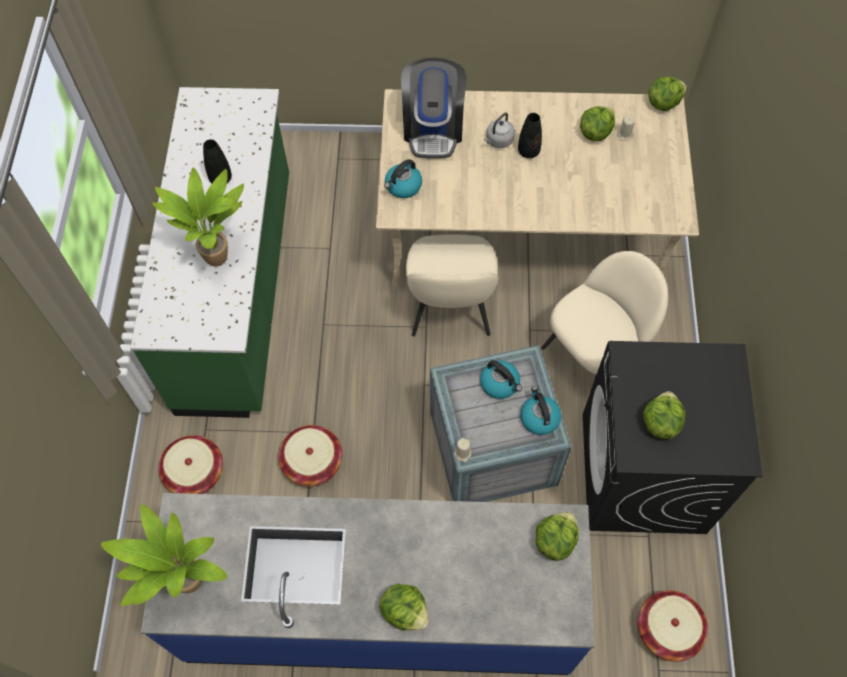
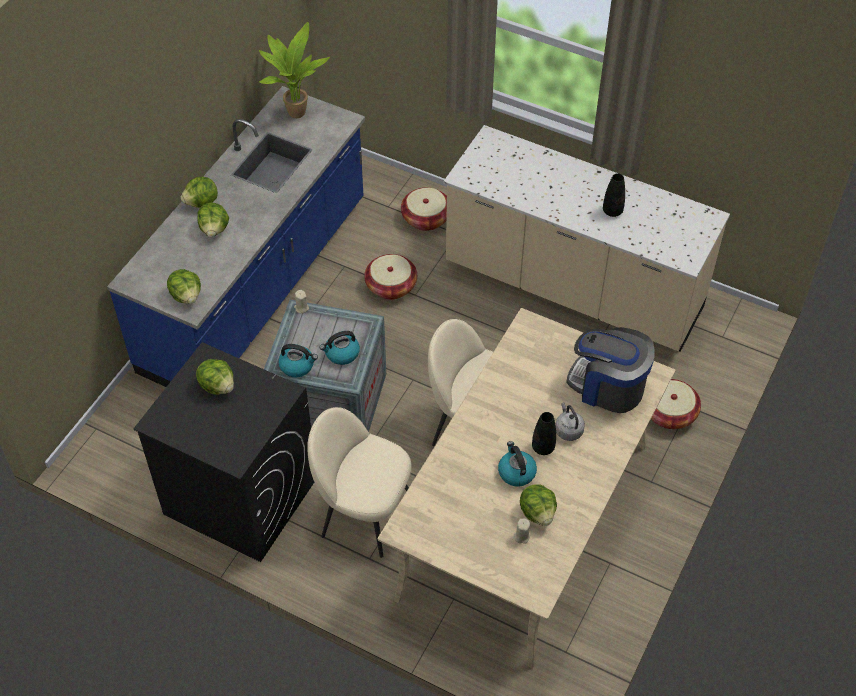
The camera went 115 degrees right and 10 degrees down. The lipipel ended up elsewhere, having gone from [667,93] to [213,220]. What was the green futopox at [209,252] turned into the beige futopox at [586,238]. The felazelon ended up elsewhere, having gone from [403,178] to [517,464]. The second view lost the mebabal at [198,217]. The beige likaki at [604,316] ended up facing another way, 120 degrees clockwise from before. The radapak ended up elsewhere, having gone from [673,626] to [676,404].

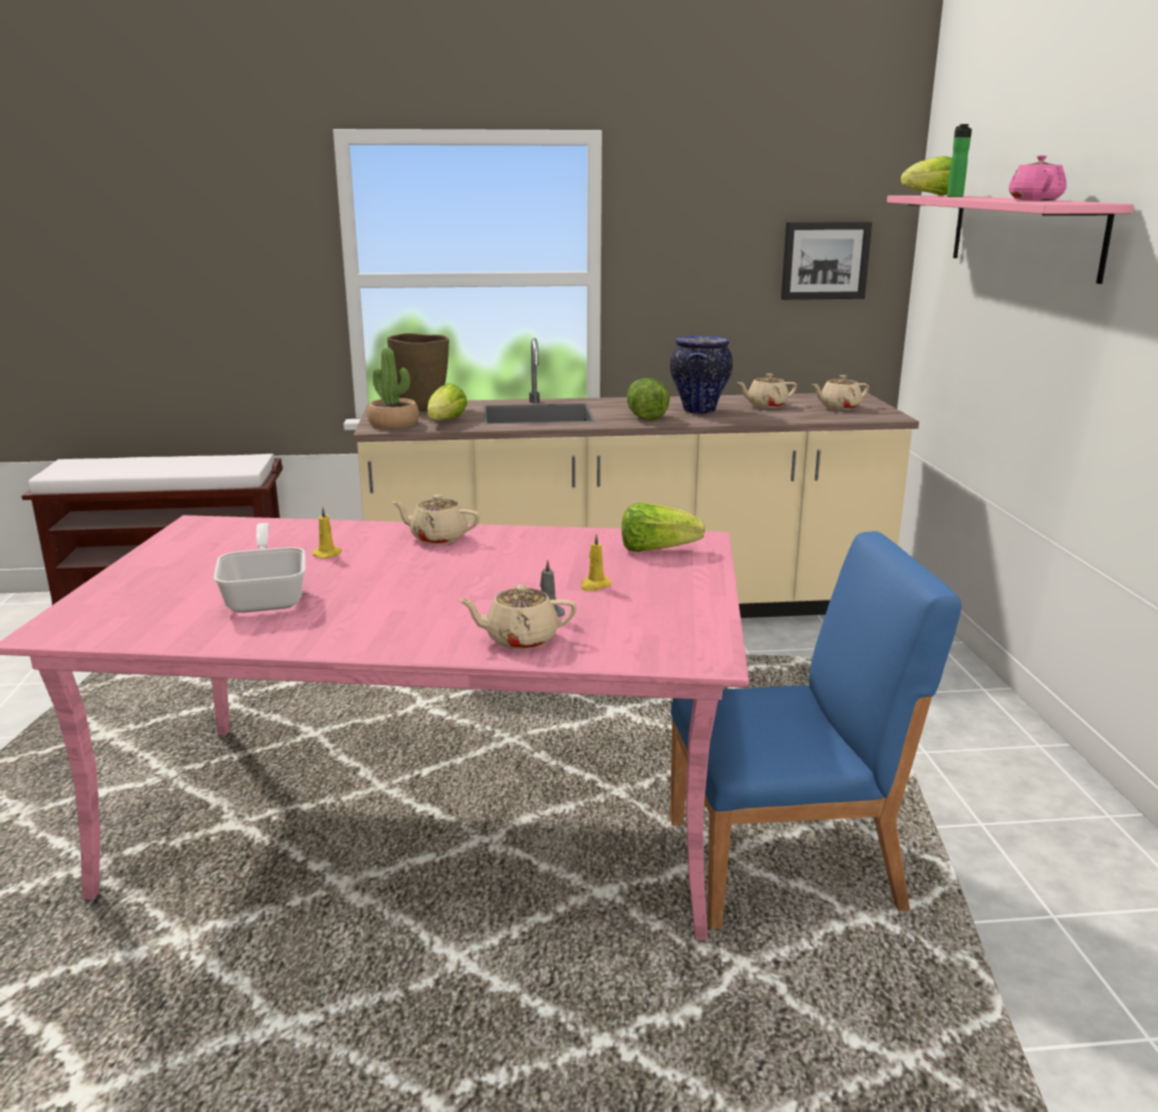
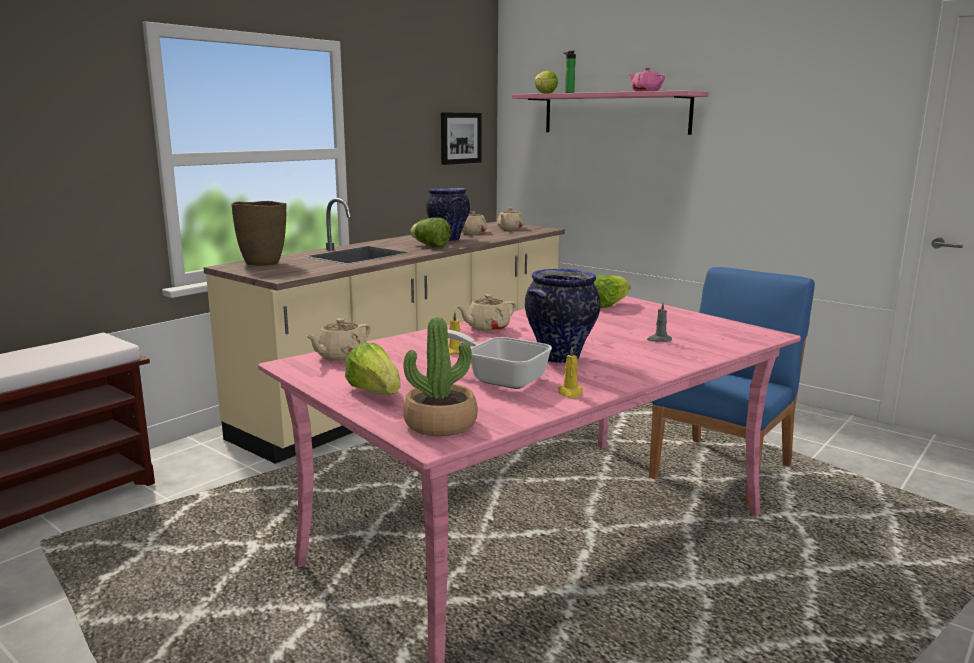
The camera went 45 degrees left and 5 degrees down. The mebabal ended up elsewhere, having gone from [393,388] to [440,376]. The lipipel ended up elsewhere, having gone from [447,401] to [372,369]. The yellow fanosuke ended up elsewhere, having gone from [596,562] to [570,372]. The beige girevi ended up elsewhere, having gone from [517,617] to [338,339]. The second view gained the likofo at [562,316].

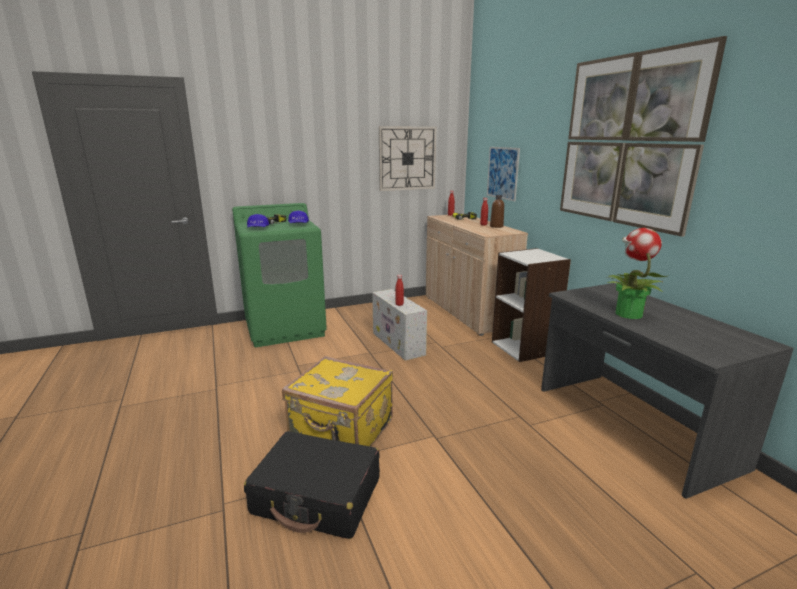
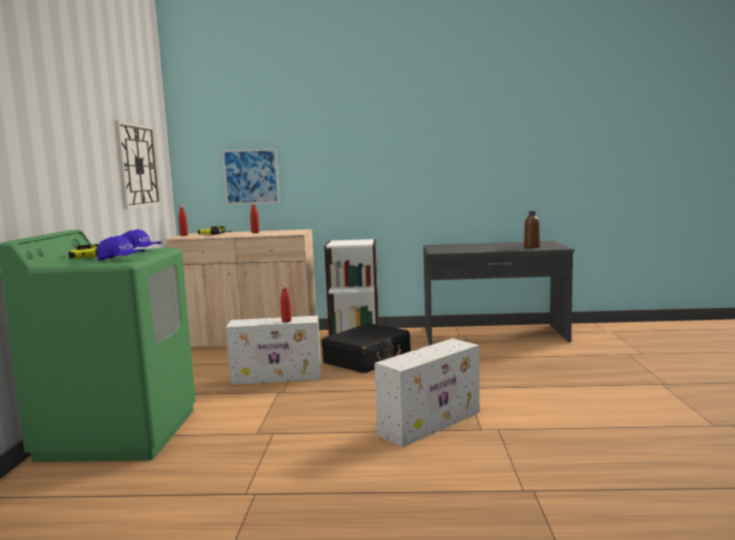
The camera went 65 degrees left and 10 degrees down. The second view lost the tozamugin at [643,136]. The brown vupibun ended up elsewhere, having gone from [497,211] to [532,229]. The second view lost the mebabal at [637,273]. Where the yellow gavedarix stood at [337,401], the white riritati came to stand at [427,392]. The black gavedarix ended up elsewhere, having gone from [312,485] to [366,348].

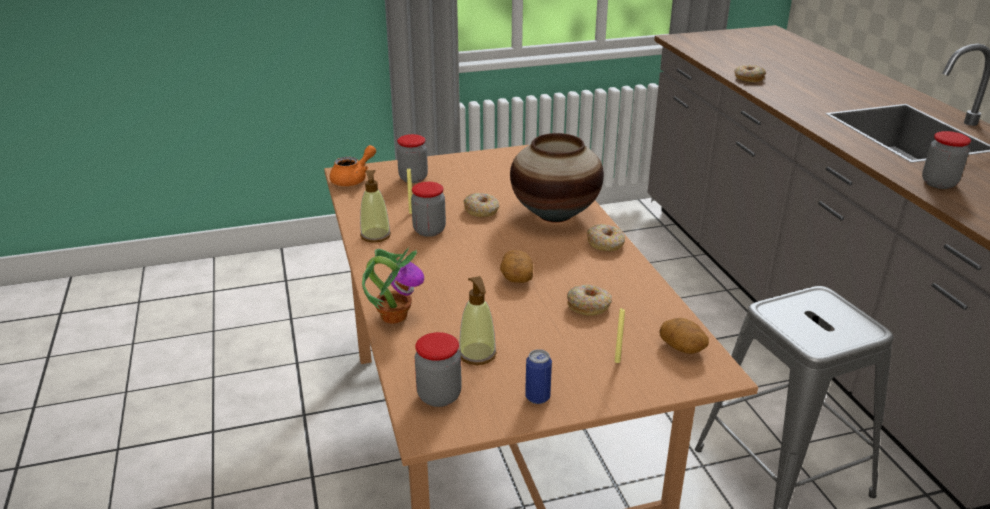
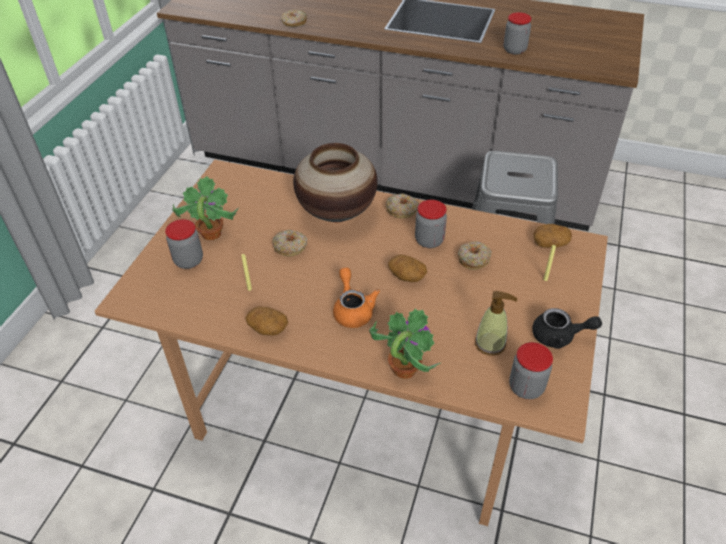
The camera went 55 degrees left and 15 degrees up. The orange girevi ended up elsewhere, having gone from [353,165] to [356,297]. Where the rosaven stood at [375,206], the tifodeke came to stand at [266,321]. The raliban ended up elsewhere, having gone from [428,209] to [431,224]. Where the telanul stood at [538,376], the black girevi came to stand at [567,328]. The second view gained the mebabal at [205,208].

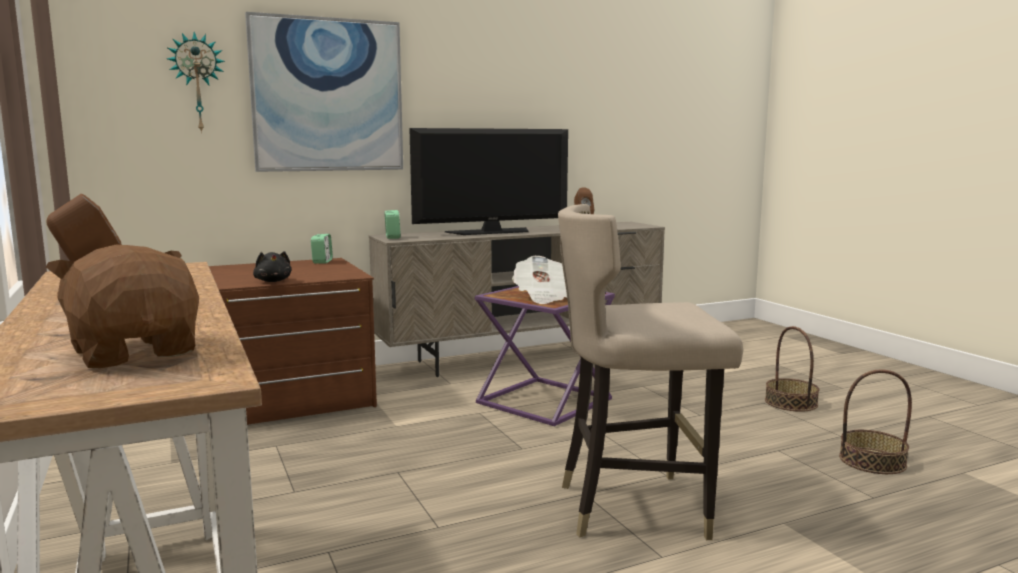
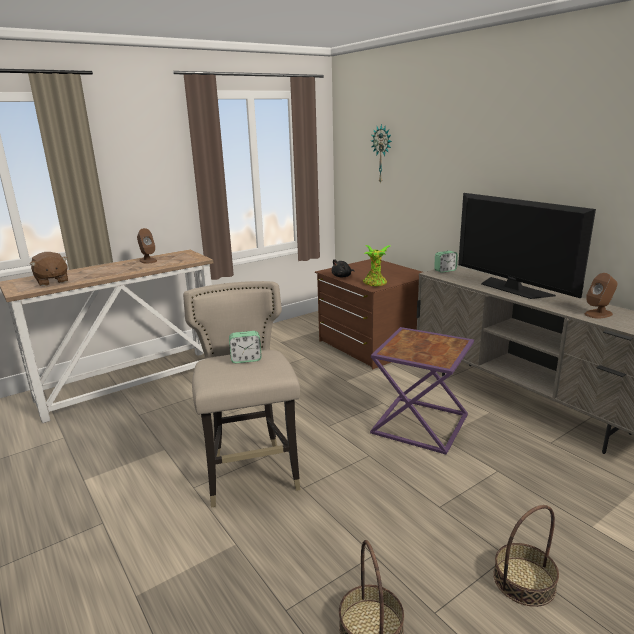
The camera went 80 degrees right and 10 degrees up. The second view lost the tozamugin at [324,92]. The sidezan ended up elsewhere, having gone from [322,249] to [245,347]. The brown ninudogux at [122,306] ended up facing another way, 105 degrees clockwise from before. The second view lost the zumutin at [539,280]. The second view gained the mebabal at [376,265].

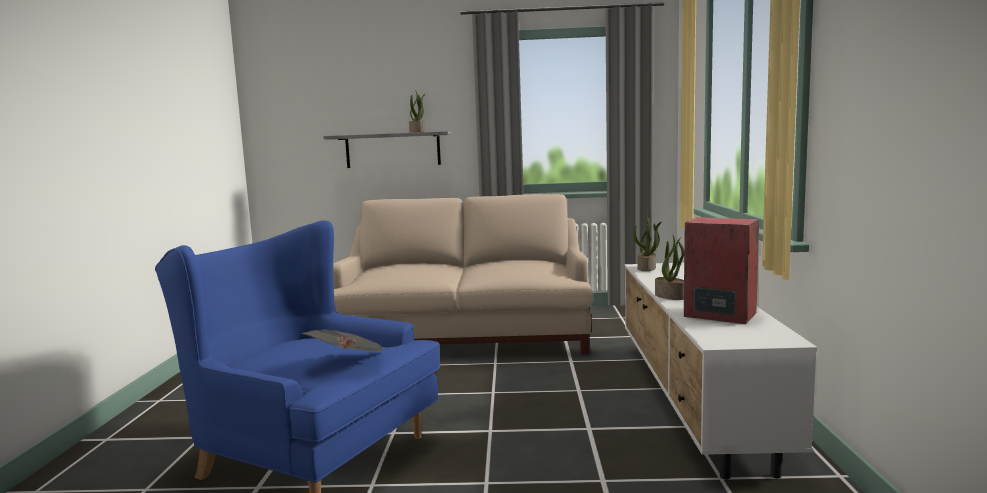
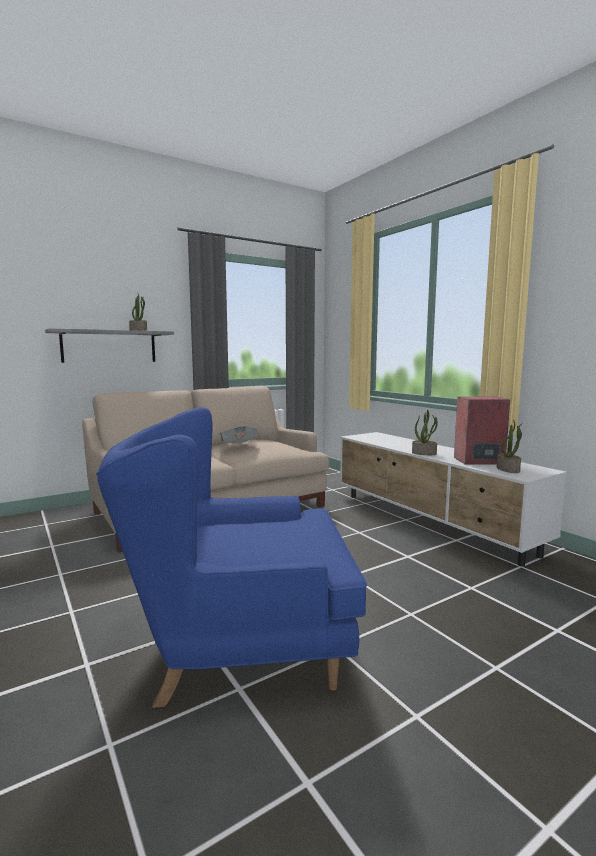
The camera went 35 degrees left and 0 degrees up. The mebabal ended up elsewhere, having gone from [647,244] to [510,446]. The zumutin ended up elsewhere, having gone from [343,340] to [239,434].

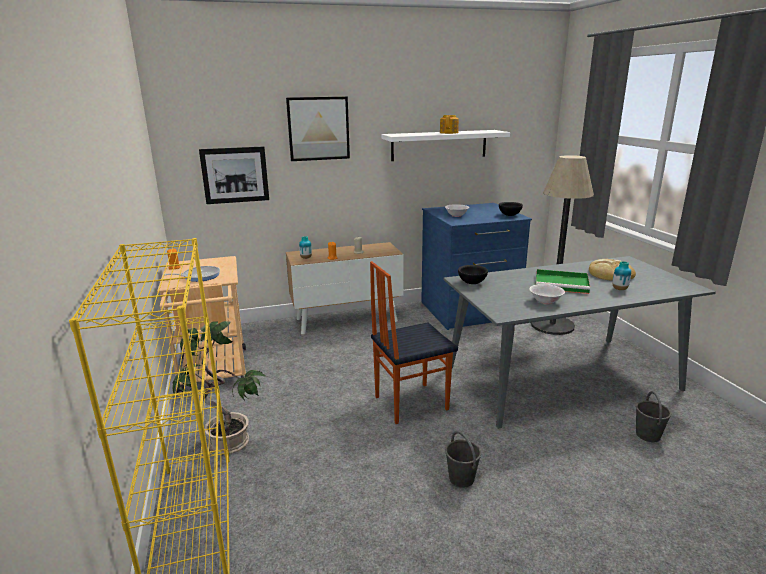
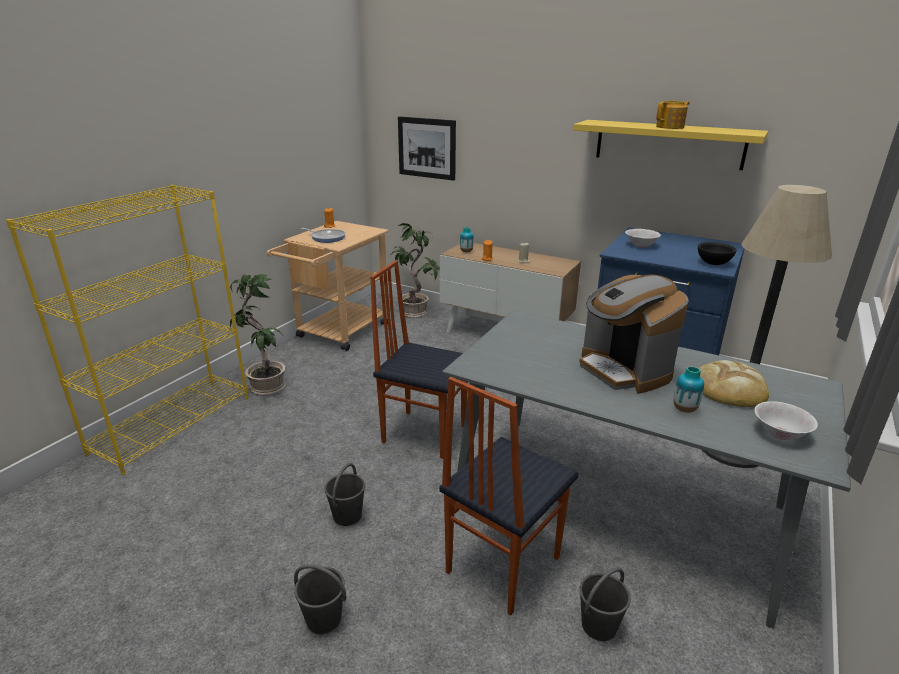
The camera went 45 degrees right and 5 degrees up. The second view lost the tozamugin at [318,129]. What was the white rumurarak at [445,145] turned into the yellow rumurarak at [670,145]. The second view lost the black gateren at [473,274]. Where the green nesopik stood at [563,281], the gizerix came to stand at [634,334]. The white gateren ended up elsewhere, having gone from [547,294] to [786,420]. The second view gained the mebabal at [415,270]. The second view gained the likaki at [509,496]. The second view gained the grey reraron at [320,599].

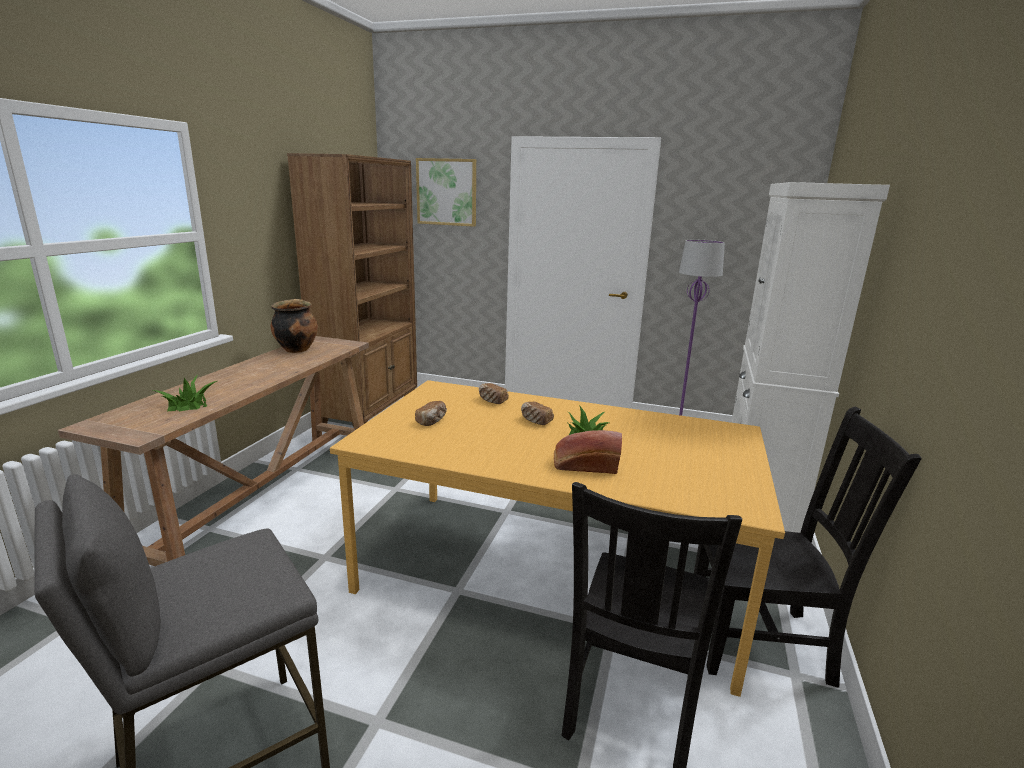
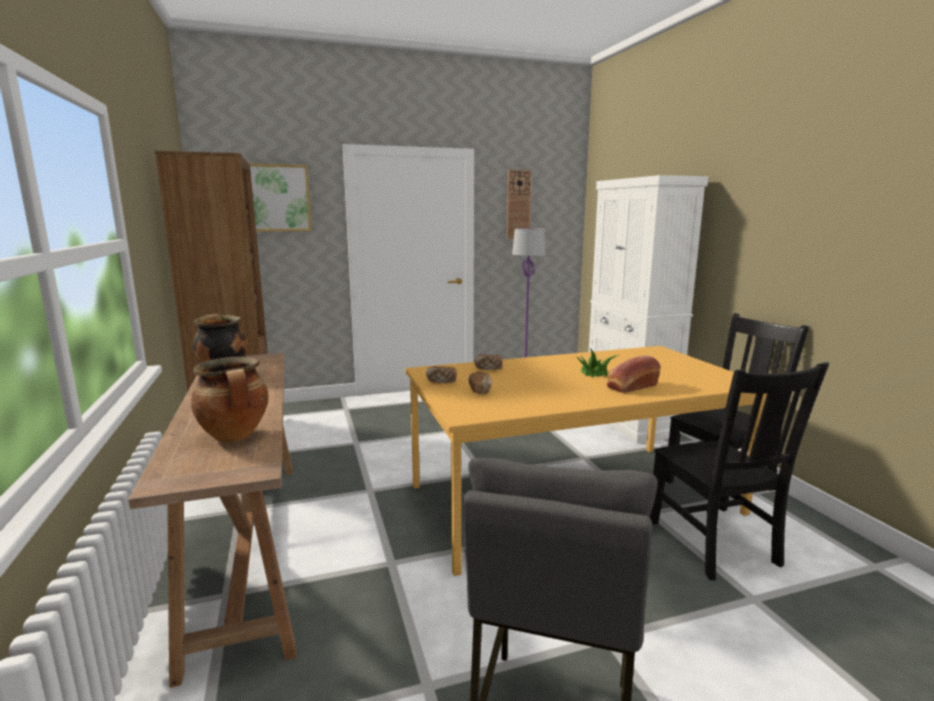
The camera went 35 degrees left and 5 degrees down. Where the mebabal stood at [184,393], the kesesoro came to stand at [229,399]. The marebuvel ended up elsewhere, having gone from [537,413] to [441,374]. The second view gained the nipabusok at [519,204].

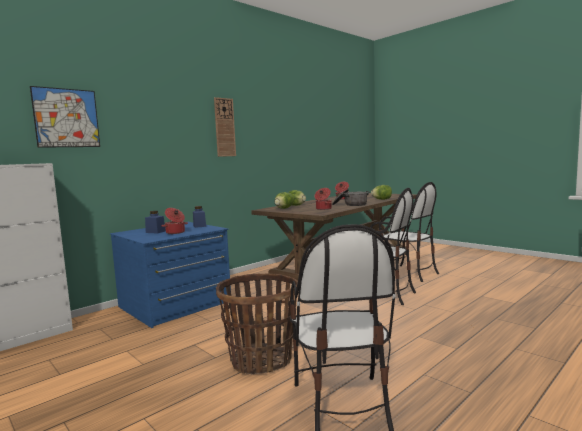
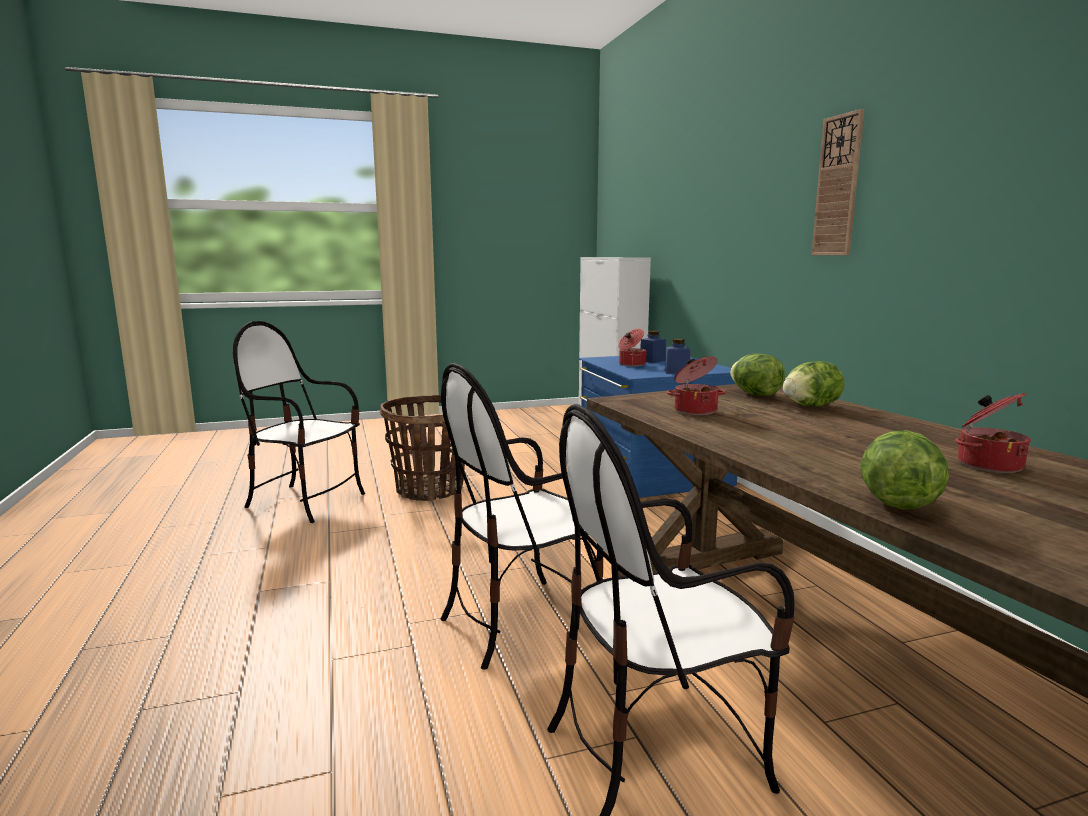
The camera went 115 degrees right and 5 degrees up. The second view lost the tozamugin at [65,117]. The second view lost the kesesoro at [350,197].

